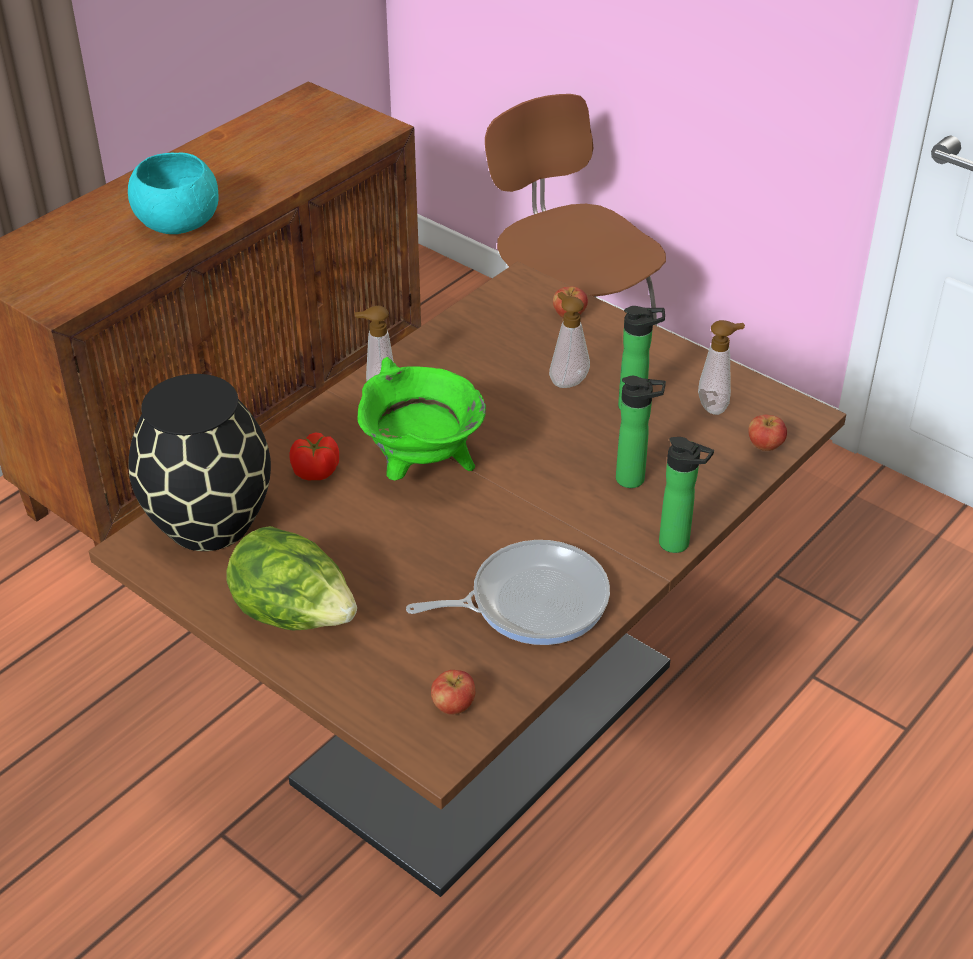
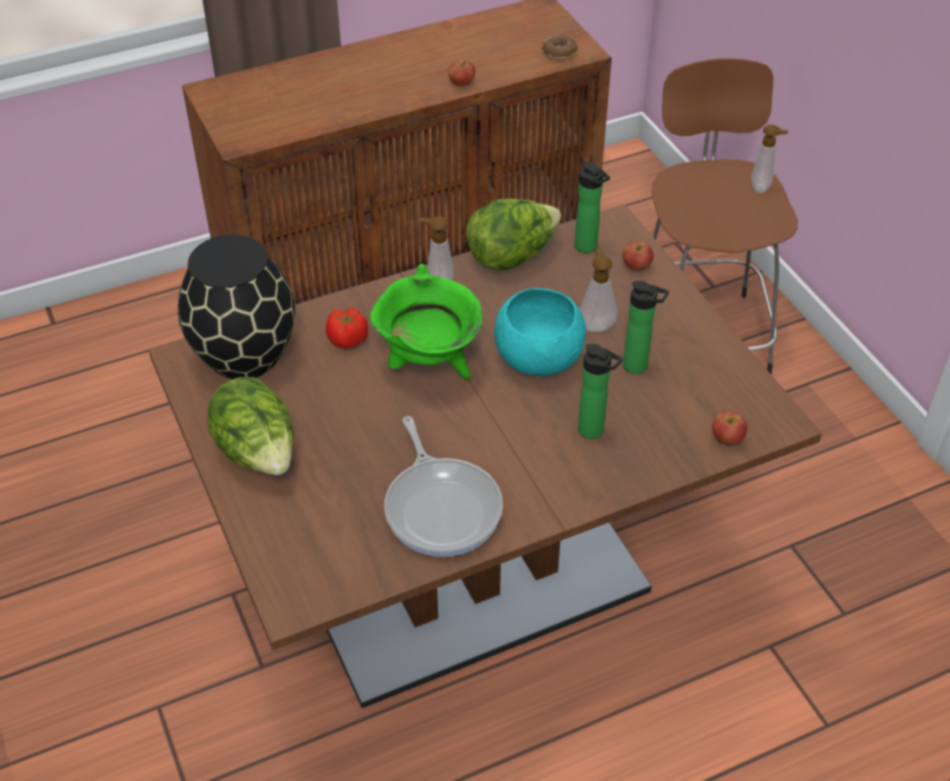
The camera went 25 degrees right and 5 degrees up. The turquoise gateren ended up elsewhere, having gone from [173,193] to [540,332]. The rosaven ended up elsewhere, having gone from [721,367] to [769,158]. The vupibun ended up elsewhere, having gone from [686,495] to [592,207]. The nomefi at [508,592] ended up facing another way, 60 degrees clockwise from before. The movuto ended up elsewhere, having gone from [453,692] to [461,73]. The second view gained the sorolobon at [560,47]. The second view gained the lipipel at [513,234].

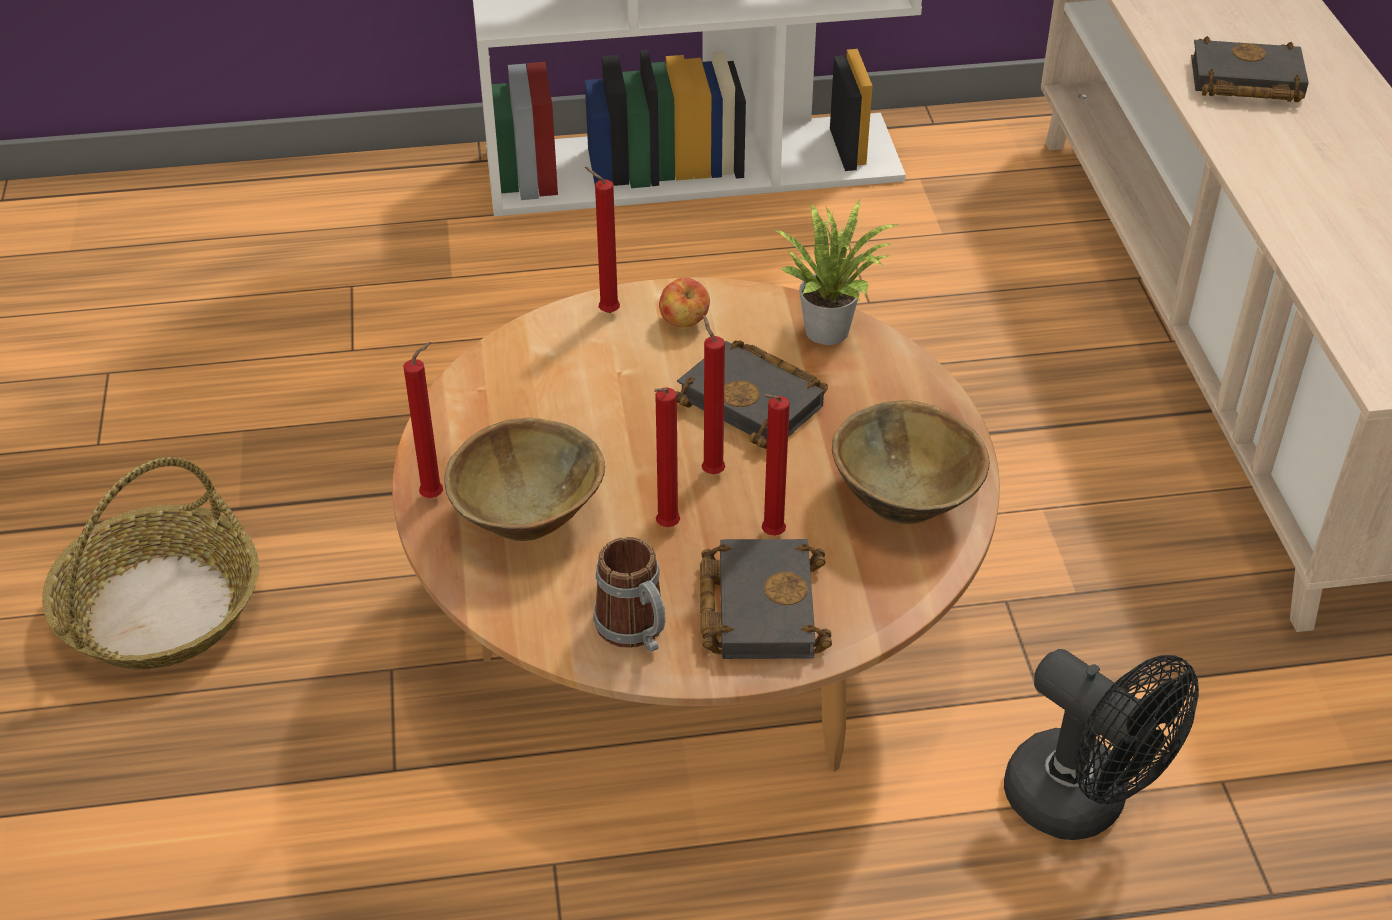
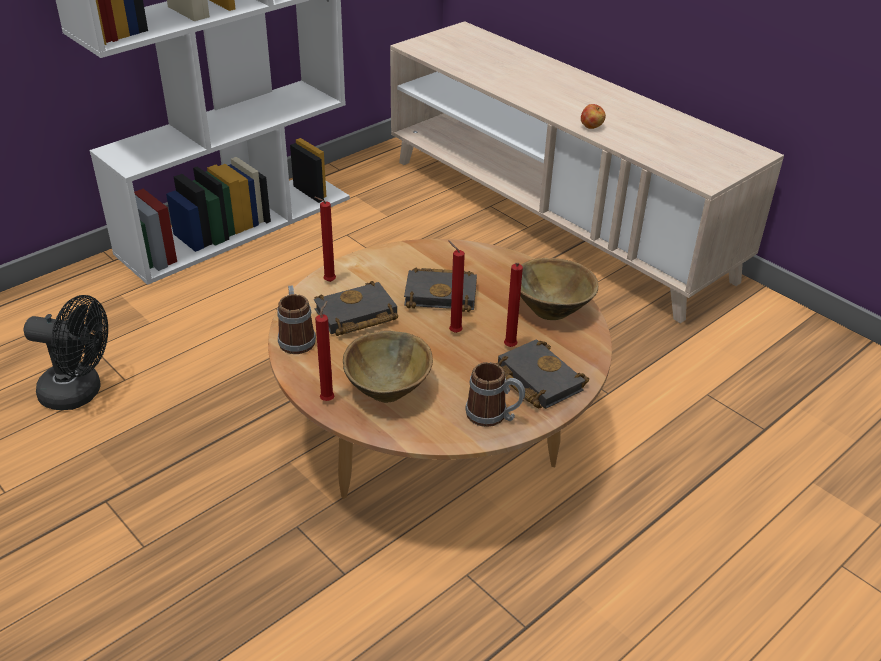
The camera went 35 degrees left and 5 degrees down. The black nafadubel ended up elsewhere, having gone from [1249,69] to [356,308]. The second view lost the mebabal at [837,272]. The movuto ended up elsewhere, having gone from [684,303] to [593,116]. The second view lost the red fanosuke at [667,457]. The second view lost the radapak at [150,563]. The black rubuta ended up elsewhere, having gone from [1101,744] to [66,352]. The second view gained the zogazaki at [296,319].

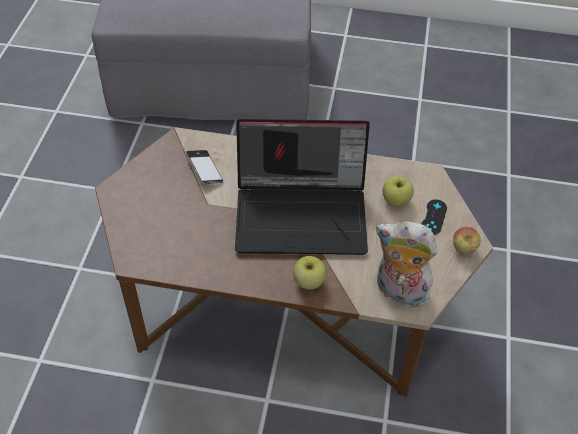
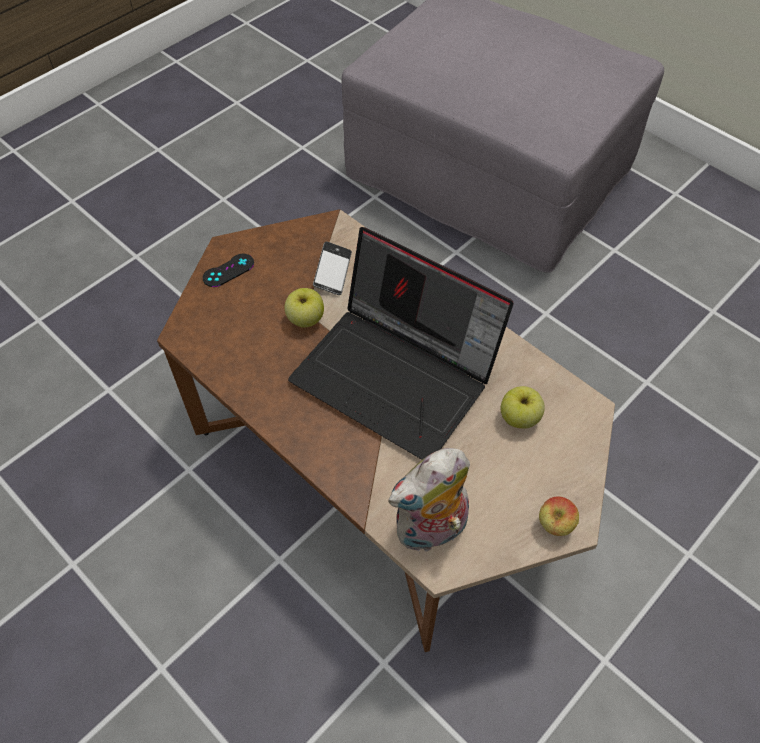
The camera went 35 degrees right and 5 degrees up. The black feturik ended up elsewhere, having gone from [434,217] to [228,270]. The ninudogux at [407,264] ended up facing another way, 90 degrees counterclockwise from before. The movuto ended up elsewhere, having gone from [309,273] to [304,308].

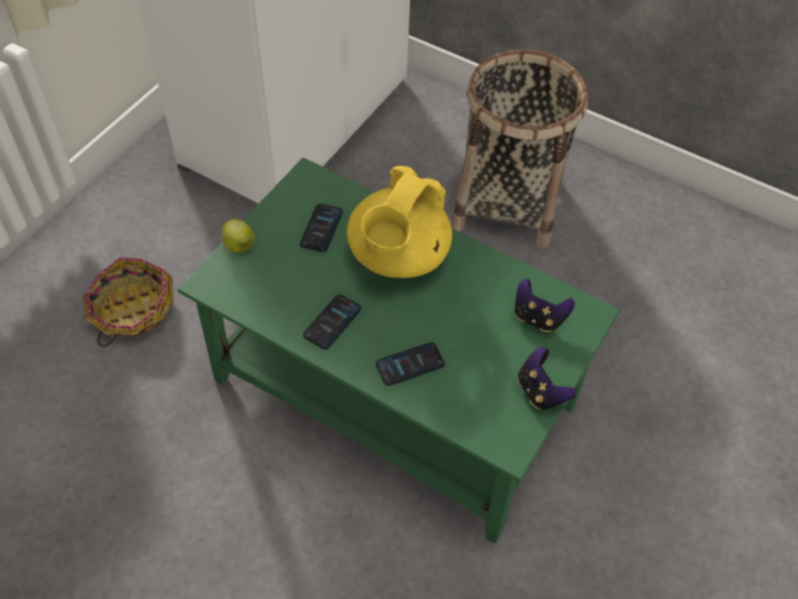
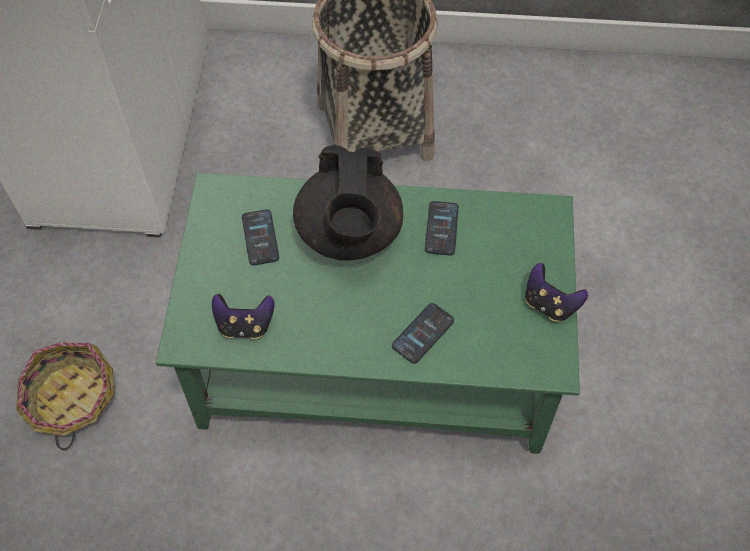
The camera went 25 degrees left and 5 degrees up. What was the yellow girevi at [399,222] turned into the black girevi at [348,202]. The second view lost the movuto at [238,236]. The feturik ended up elsewhere, having gone from [545,305] to [243,316]. The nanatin ended up elsewhere, having gone from [332,322] to [442,228].

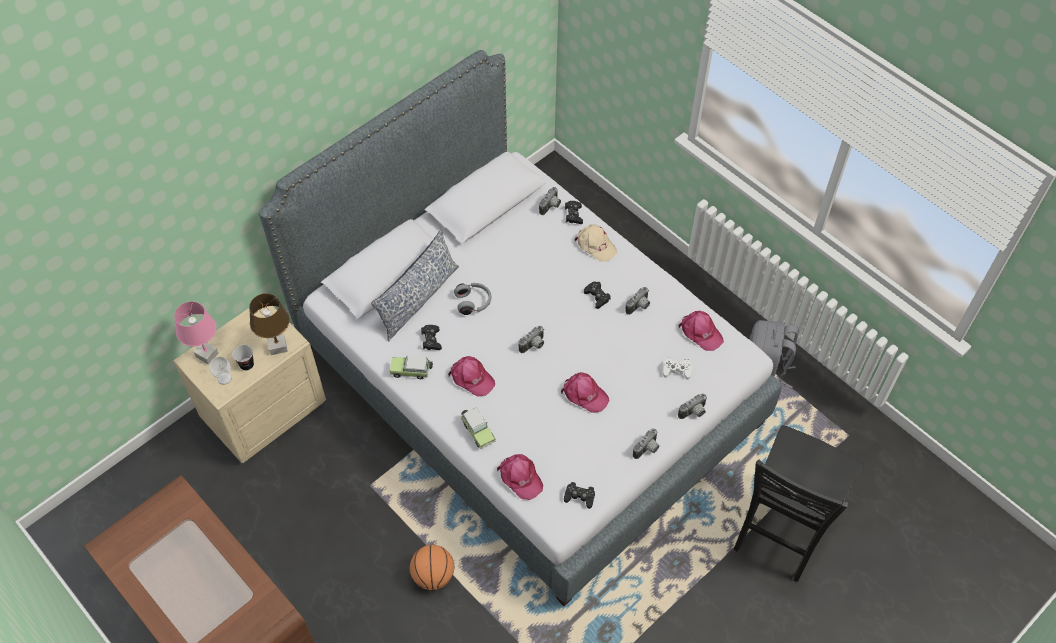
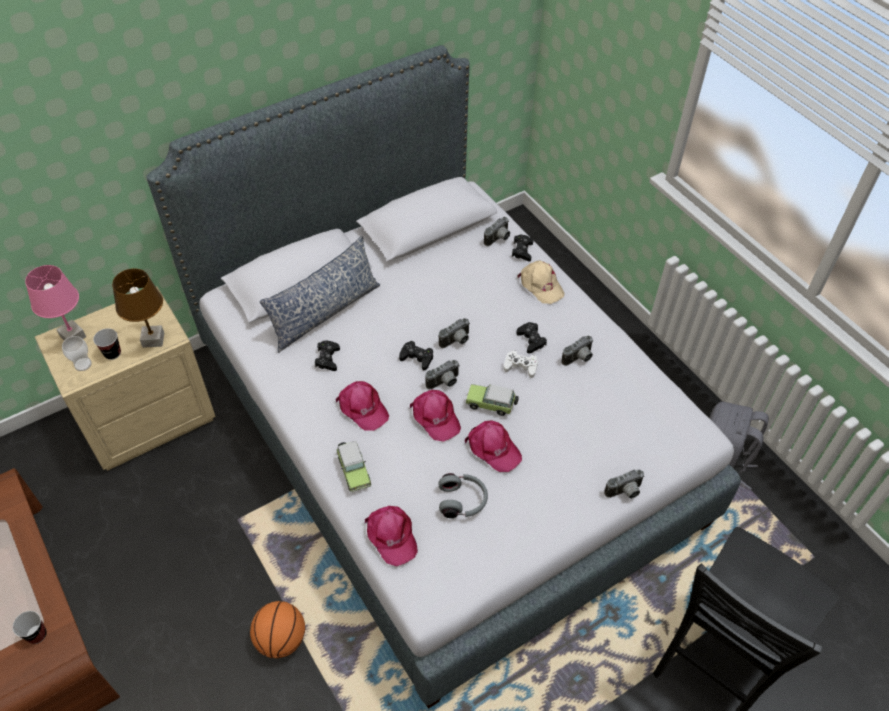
The camera went 10 degrees right and 5 degrees down. The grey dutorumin ended up elsewhere, having gone from [473,299] to [463,495]. The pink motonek ended up elsewhere, having gone from [701,331] to [435,416]. The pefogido ended up elsewhere, having gone from [411,367] to [492,400]. The white feturik ended up elsewhere, having gone from [677,369] to [521,364]. The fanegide ended up elsewhere, having gone from [646,443] to [454,333]. The black feturik ended up elsewhere, having gone from [579,495] to [416,355]. The second view gained the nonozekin at [29,627].

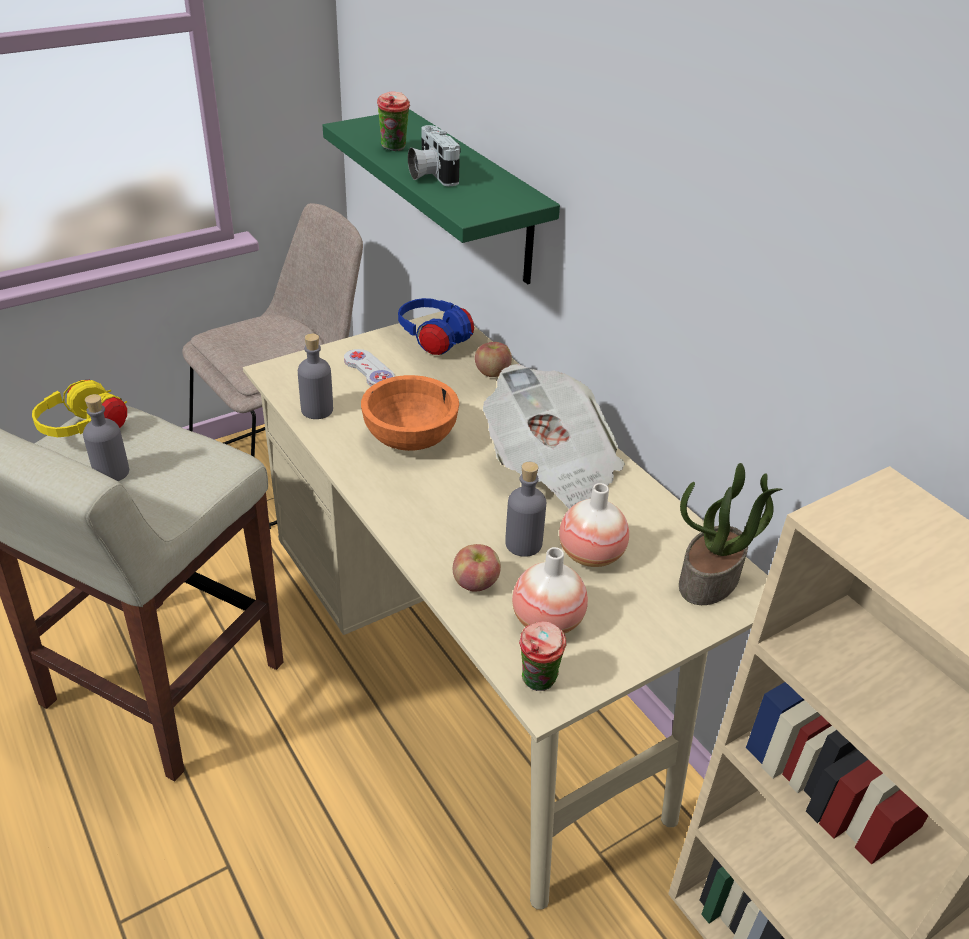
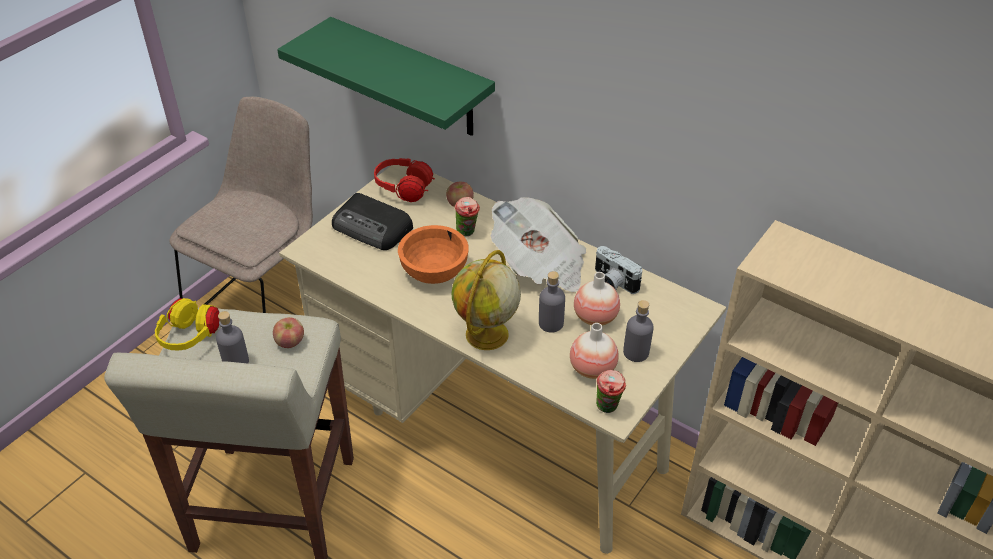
The camera went 20 degrees left and 5 degrees up. The nonozekin ended up elsewhere, having gone from [393,121] to [467,216]. The fanegide ended up elsewhere, having gone from [434,155] to [618,270]. What was the blue dutorumin at [436,326] turned into the red dutorumin at [404,180]. The grey vupibun ended up elsewhere, having gone from [315,376] to [638,331]. Where the white feturik stood at [369,367], the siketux came to stand at [372,221]. The second view lost the mebabal at [731,534]. The movuto ended up elsewhere, having gone from [476,568] to [288,332]. The second view gained the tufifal at [486,300].

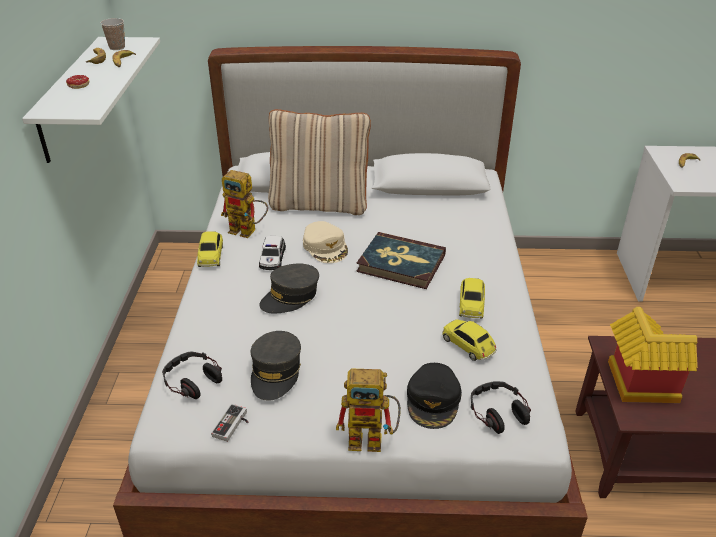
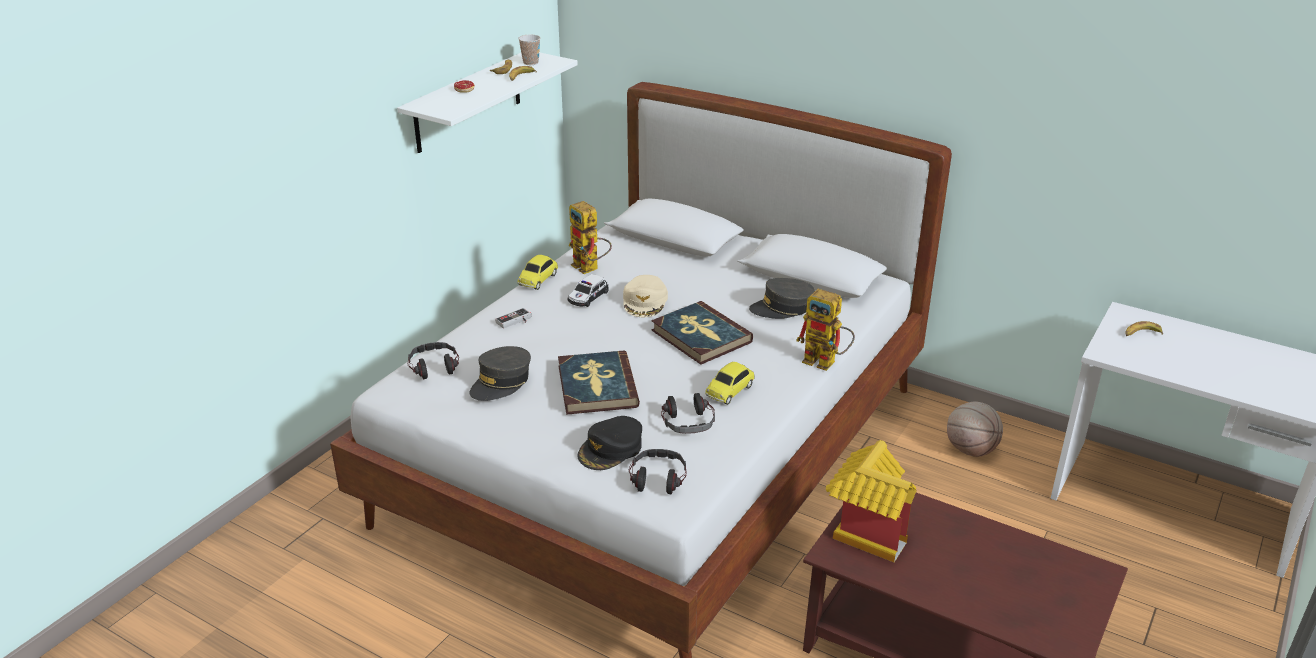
The camera went 30 degrees right and 5 degrees down. The second view lost the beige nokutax at [319,162]. The grey motonek ended up elsewhere, having gone from [289,288] to [782,298]. Where the pefogido stood at [469,340], the dutorumin came to stand at [688,413]. The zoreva ended up elsewhere, having gone from [368,410] to [825,330]. The feturik ended up elsewhere, having gone from [229,423] to [513,318]. The second view gained the nafadubel at [599,382]. The second view gained the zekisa at [975,429].

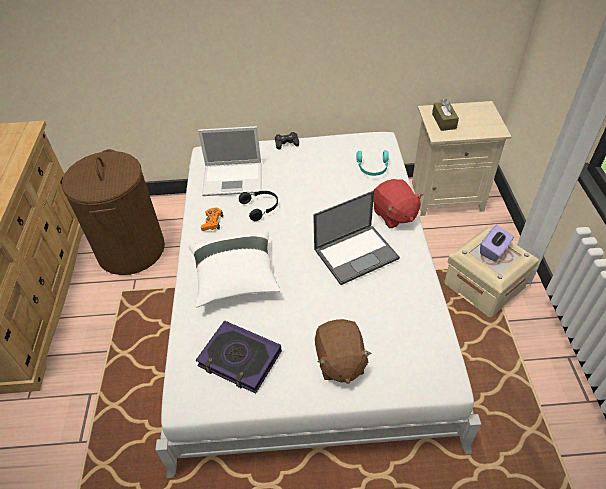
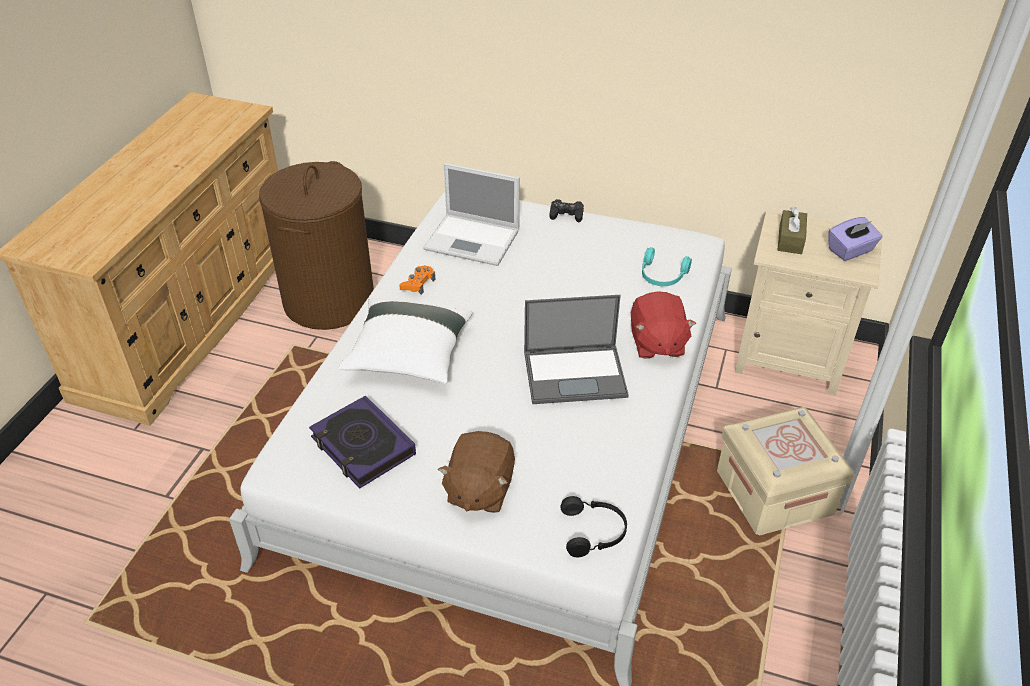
The camera went 20 degrees right and 5 degrees down. The black dutorumin ended up elsewhere, having gone from [258,206] to [594,526]. The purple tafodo ended up elsewhere, having gone from [497,243] to [855,239].

